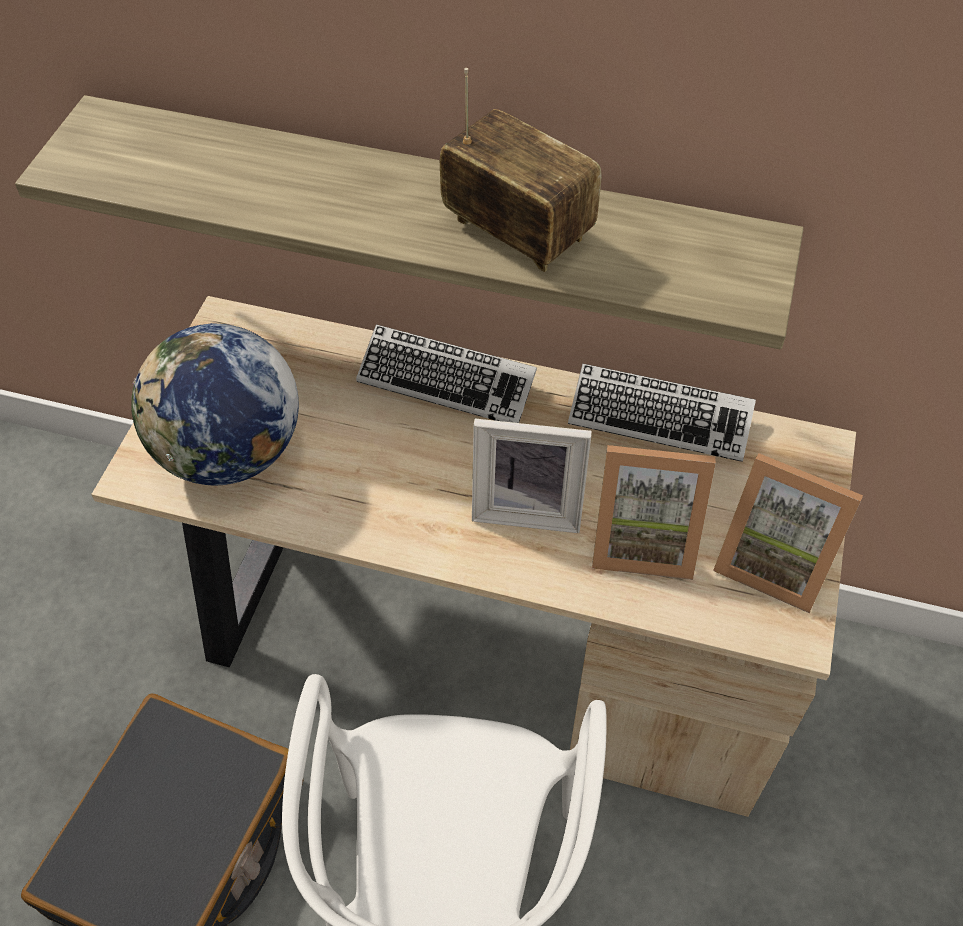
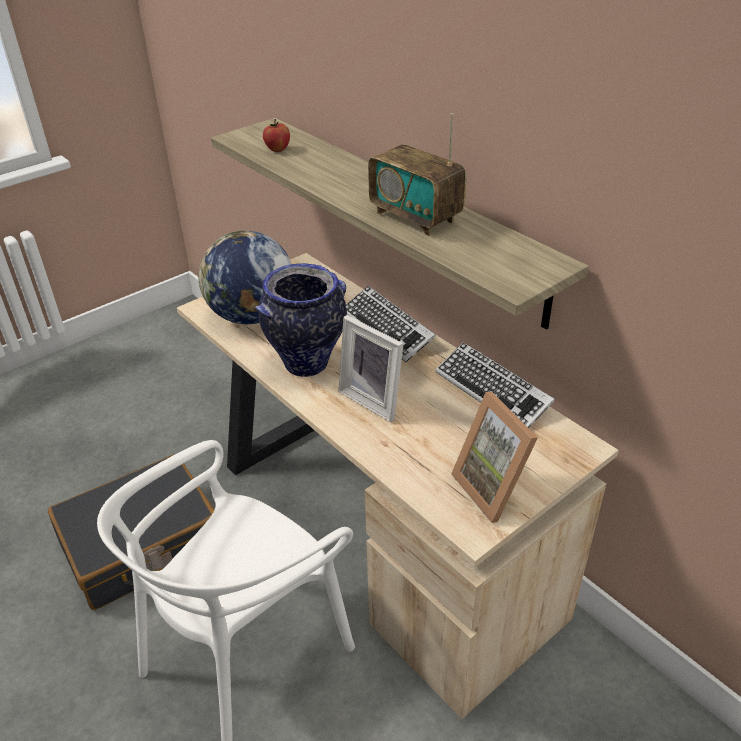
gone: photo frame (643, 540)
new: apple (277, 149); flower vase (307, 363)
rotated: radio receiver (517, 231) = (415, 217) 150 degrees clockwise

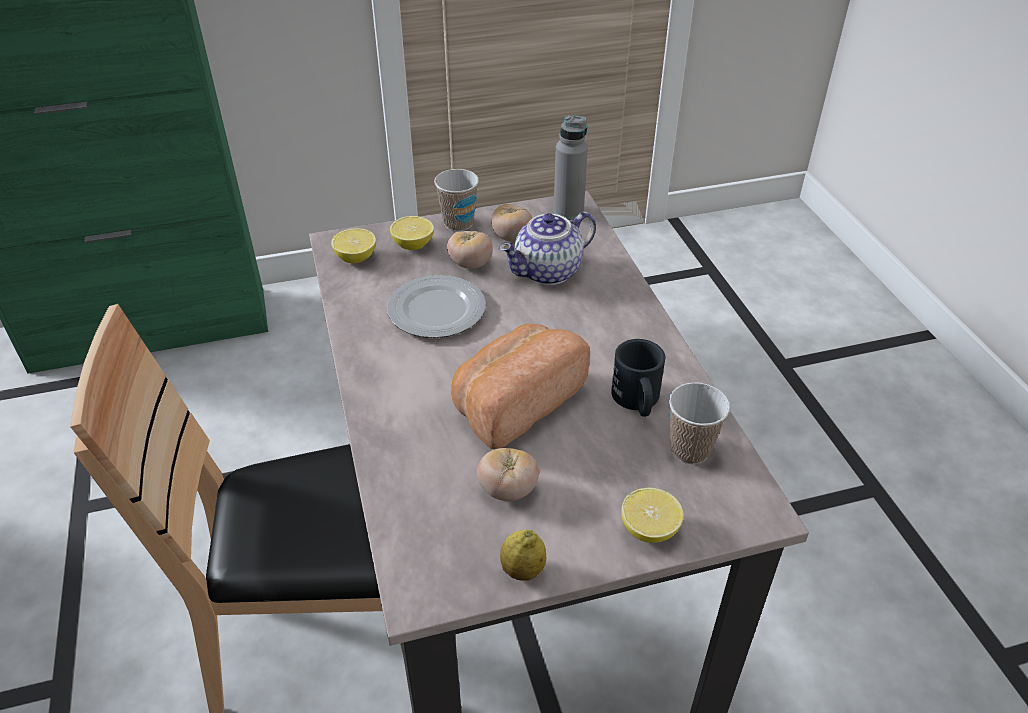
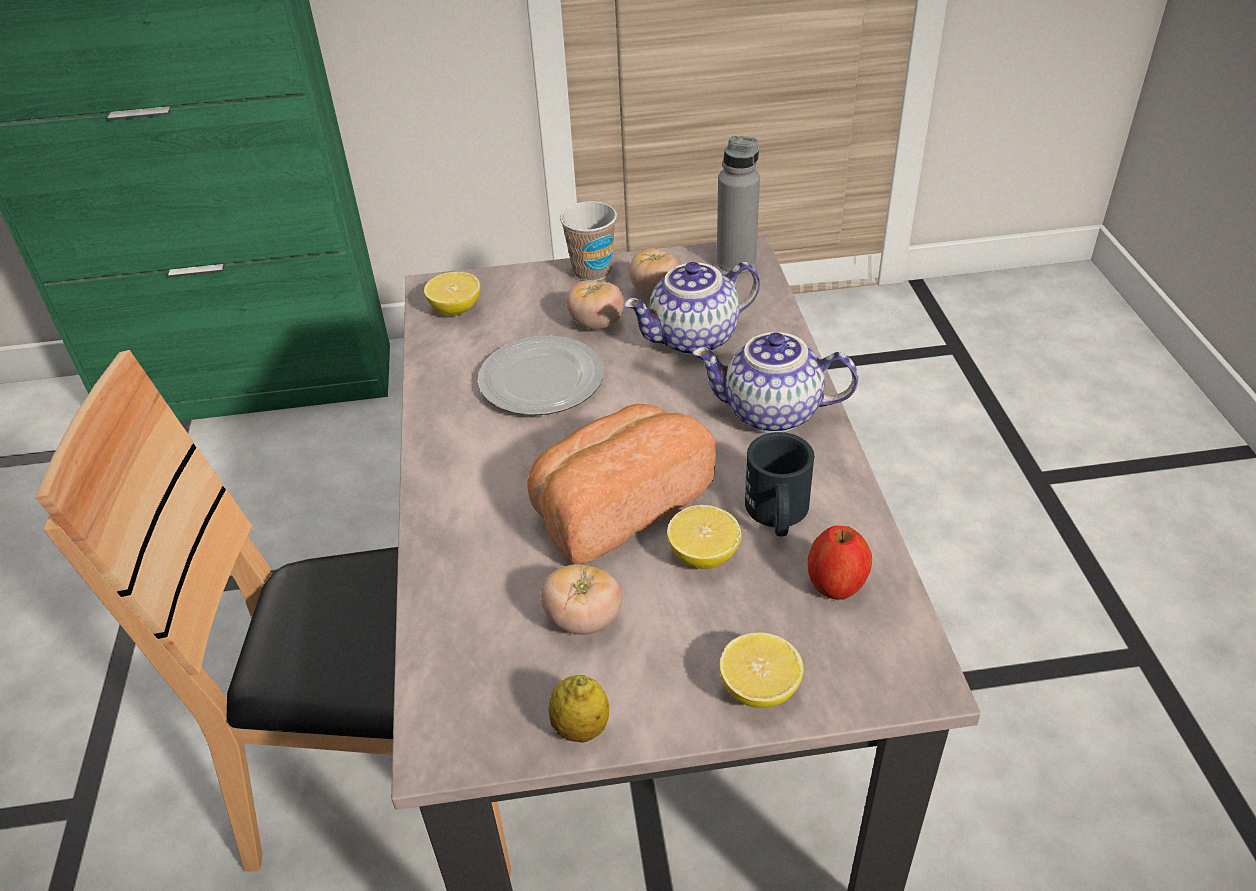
new: pot for tea (771, 414)
shifted: whole lemon (413, 245) to (703, 555)
swapped: small cup (690, 450) to apple (836, 586)

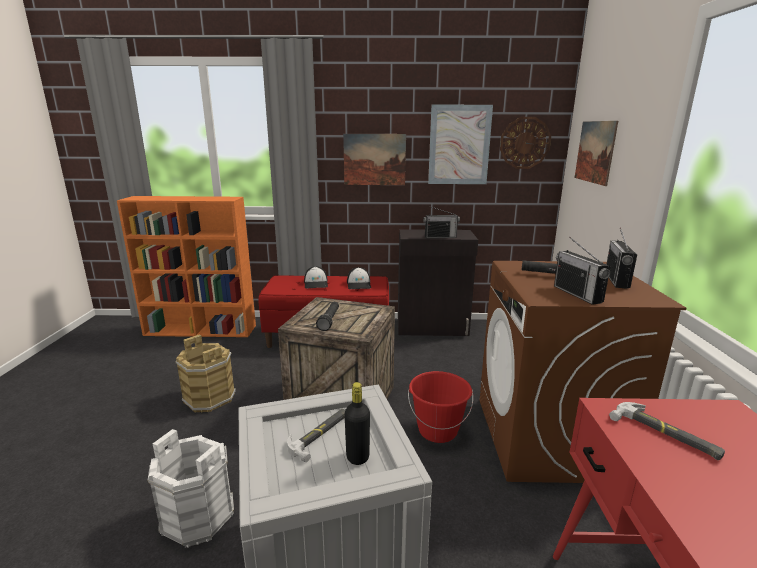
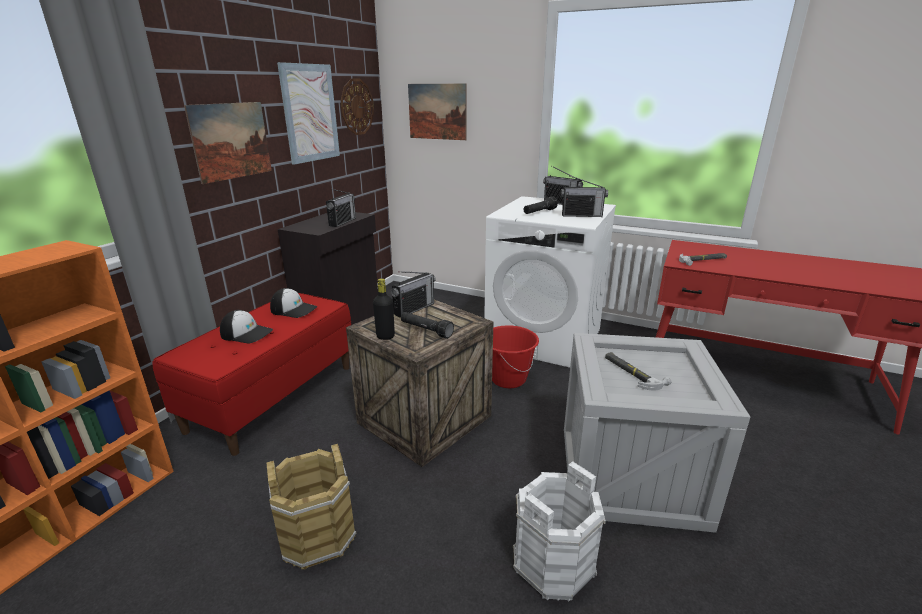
new: radio receiver (414, 309)
shifted: black beverage bottle (357, 457) to (385, 336)
repainted: brown-coloured laundry machine (548, 438) to white laundry machine (544, 338)

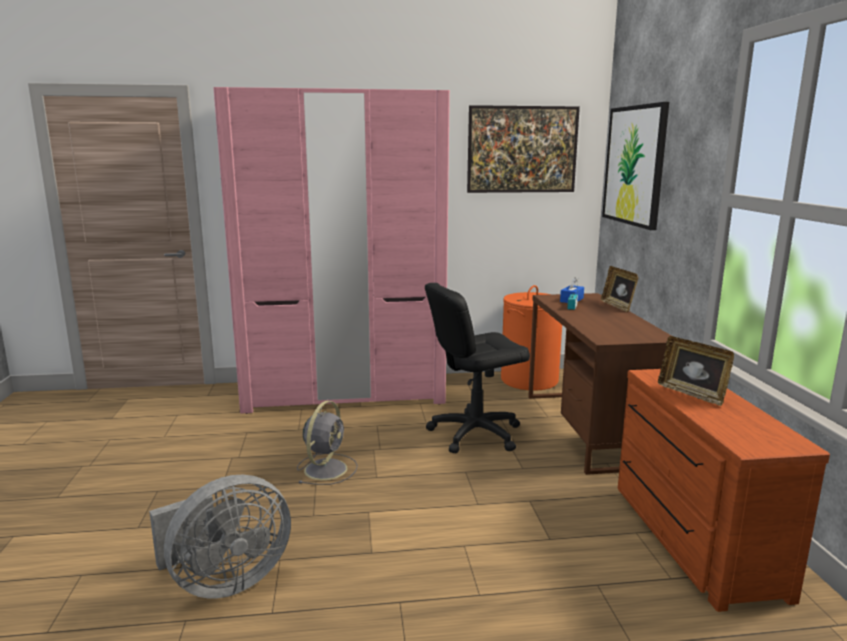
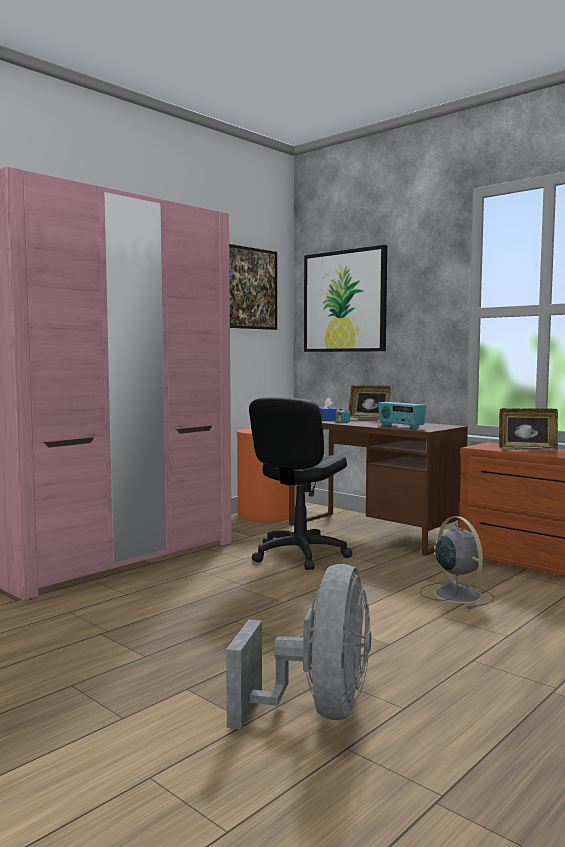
new: radio receiver (400, 427)
shifted: greyish cooling fan (326, 468) to (456, 594)

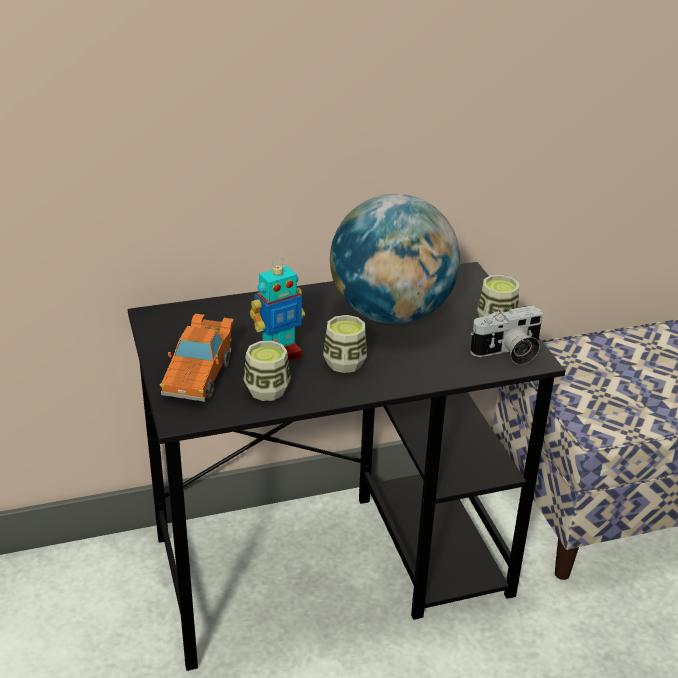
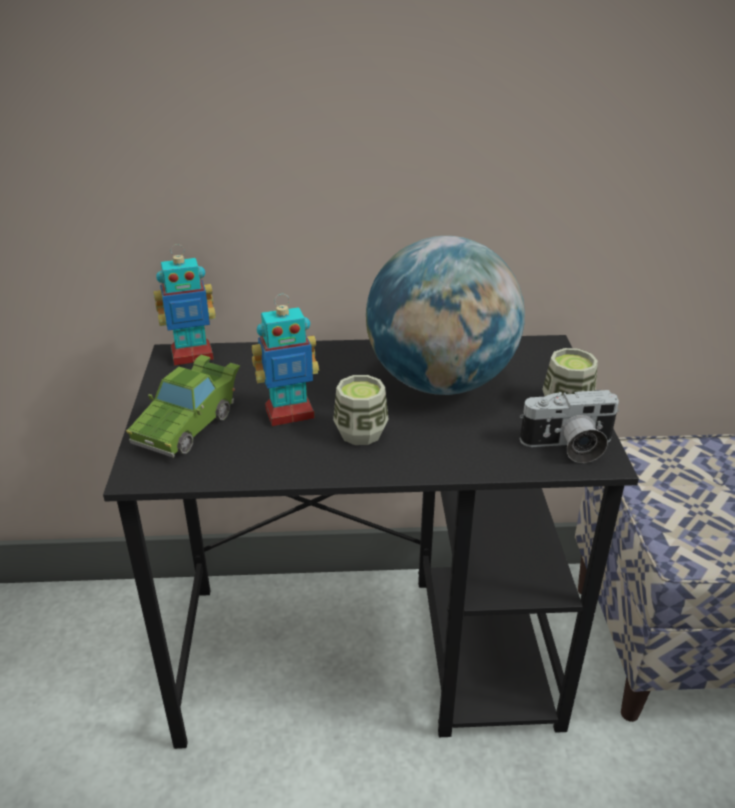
gone: small cup (267, 390)
new: toy robot (192, 355)
repainted: orangey toy car (199, 373) to green-coloured toy car (189, 424)

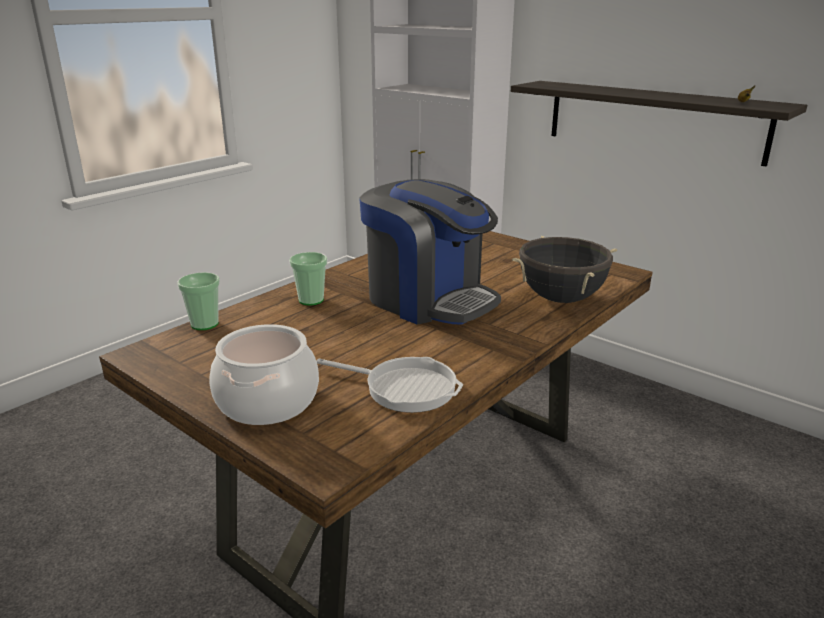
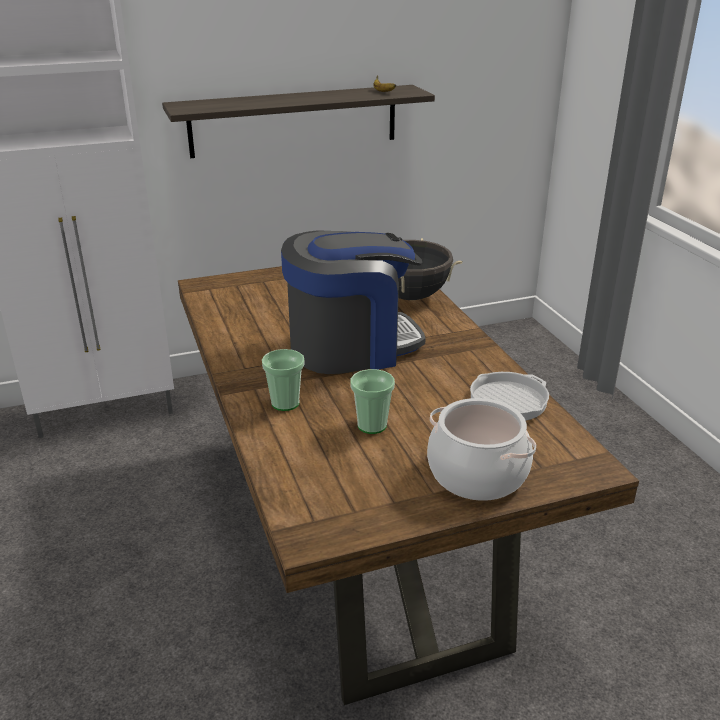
shifted: small cup (204, 324) to (372, 425)

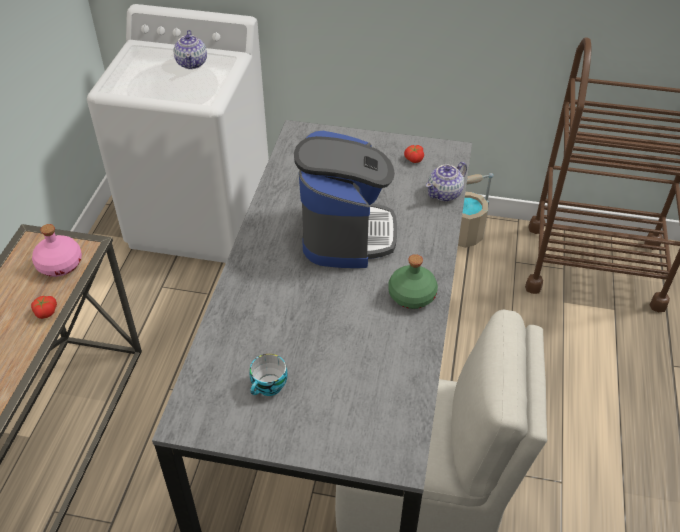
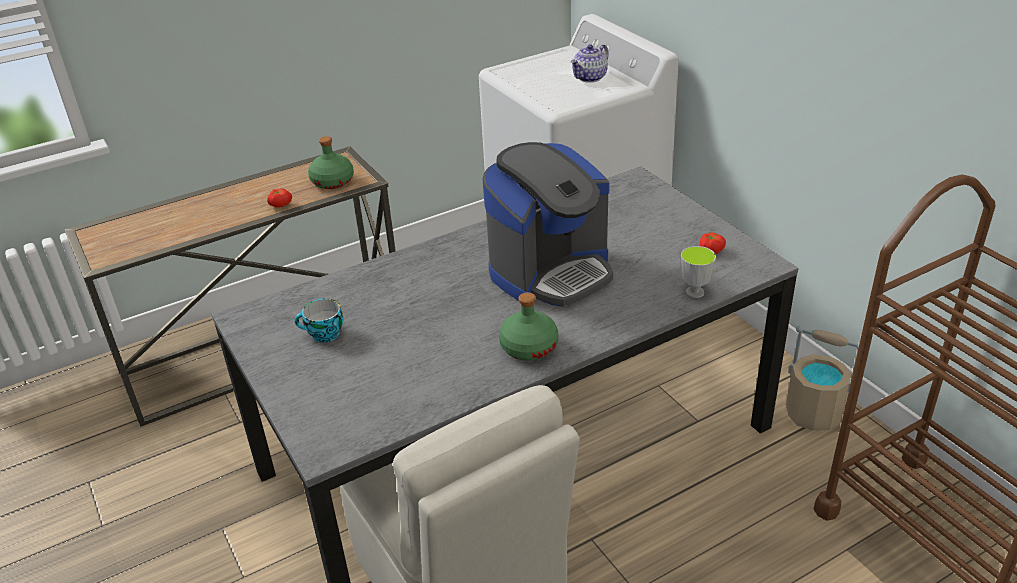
swapped: pot for tea (445, 193) to small cup (695, 292)
repainted: pink-coloured beverage bottle (60, 264) to green-coloured beverage bottle (333, 182)

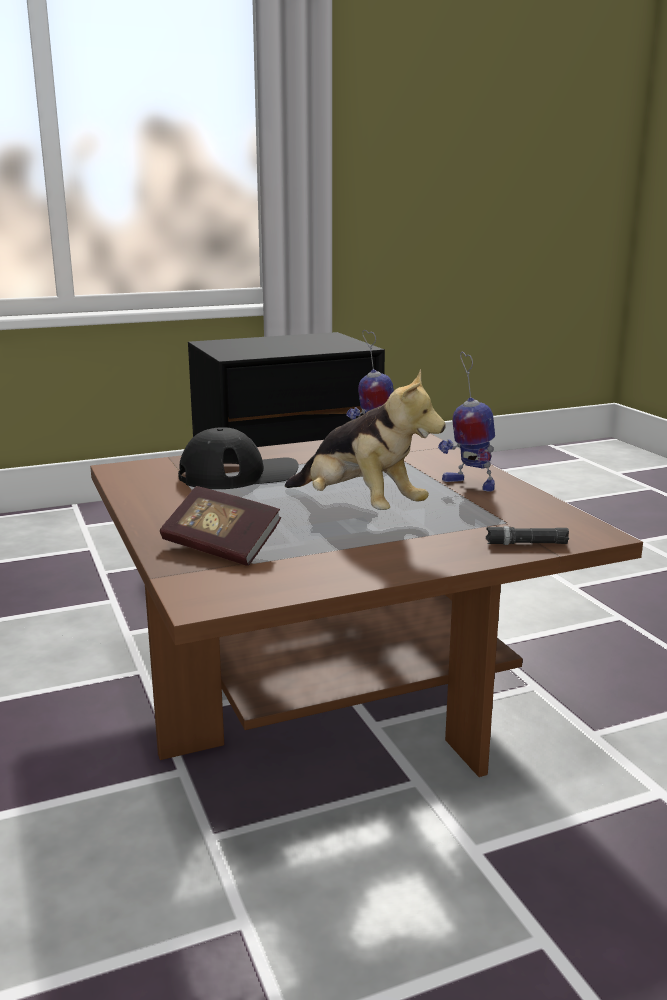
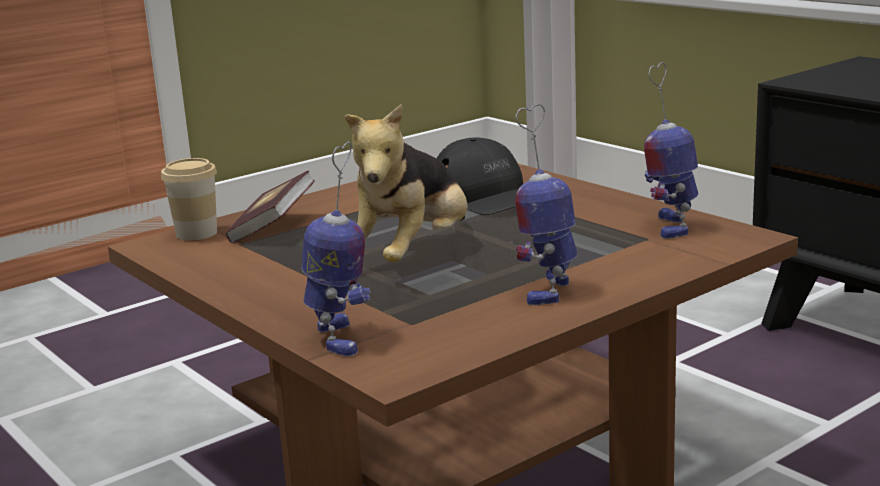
new: small cup (196, 233)
swapped: black flashlight (526, 543) to toy robot (340, 339)

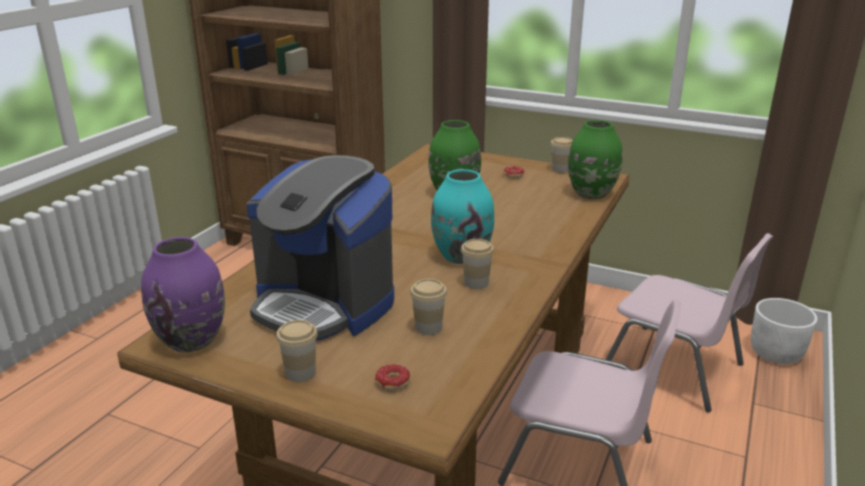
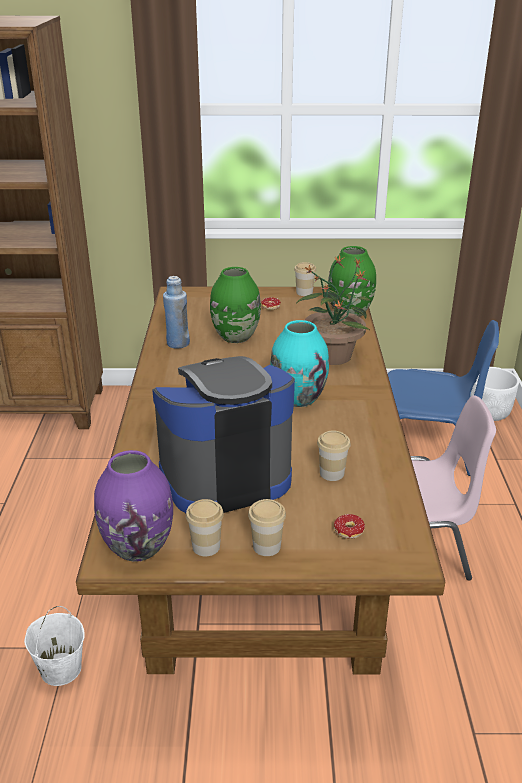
new: potted plant (332, 355); blue beverage bottle (178, 343); white water bucket (60, 669)
shifted: small cup (476, 283) to (206, 546)
repainted: pink-coloured chair (675, 368) to blue chair (426, 446)
rotated: coffee maker (324, 304) = (224, 477) 150 degrees clockwise

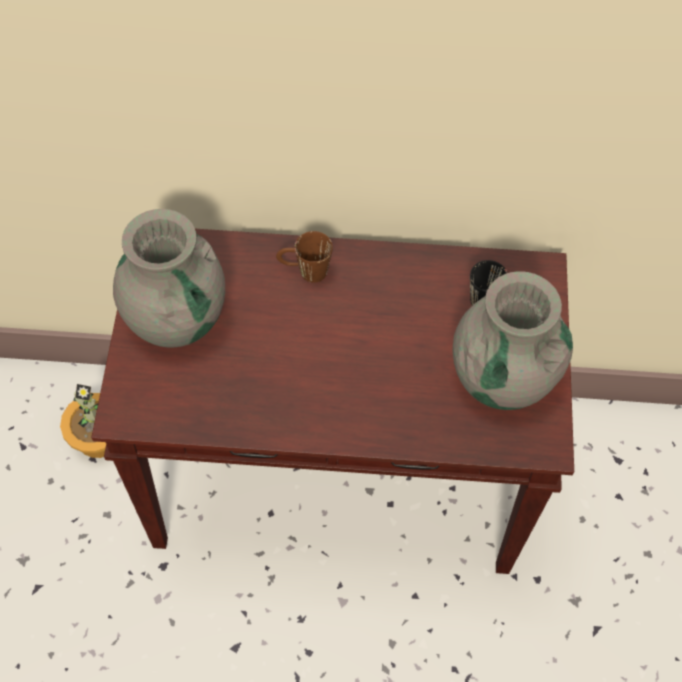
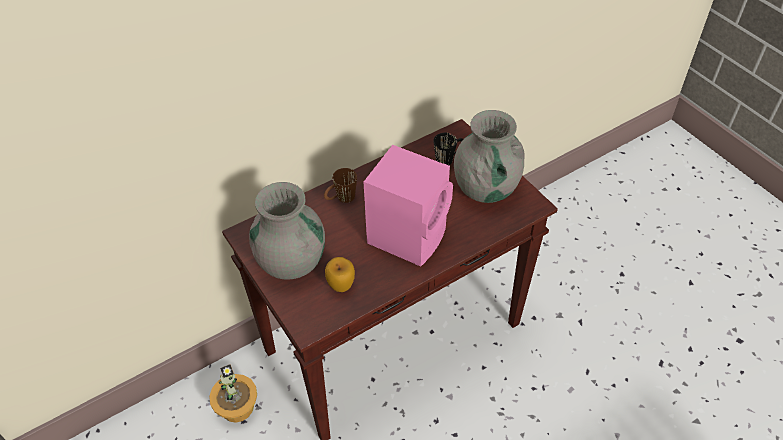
new: pink-coloured audio speaker (409, 235); apple (341, 285)

